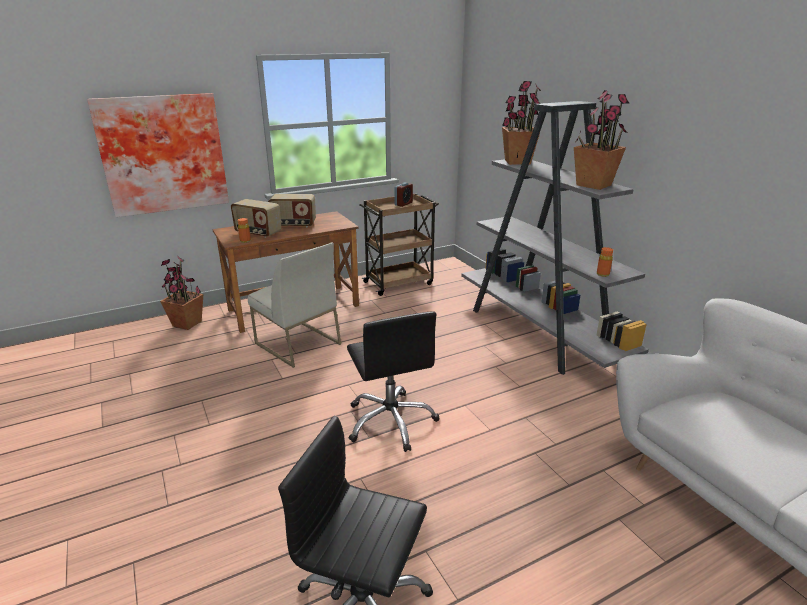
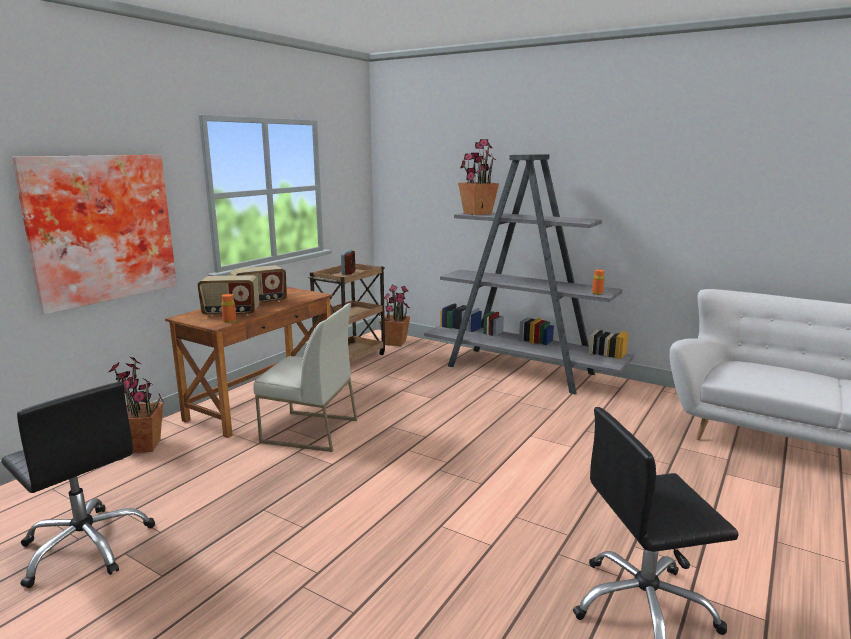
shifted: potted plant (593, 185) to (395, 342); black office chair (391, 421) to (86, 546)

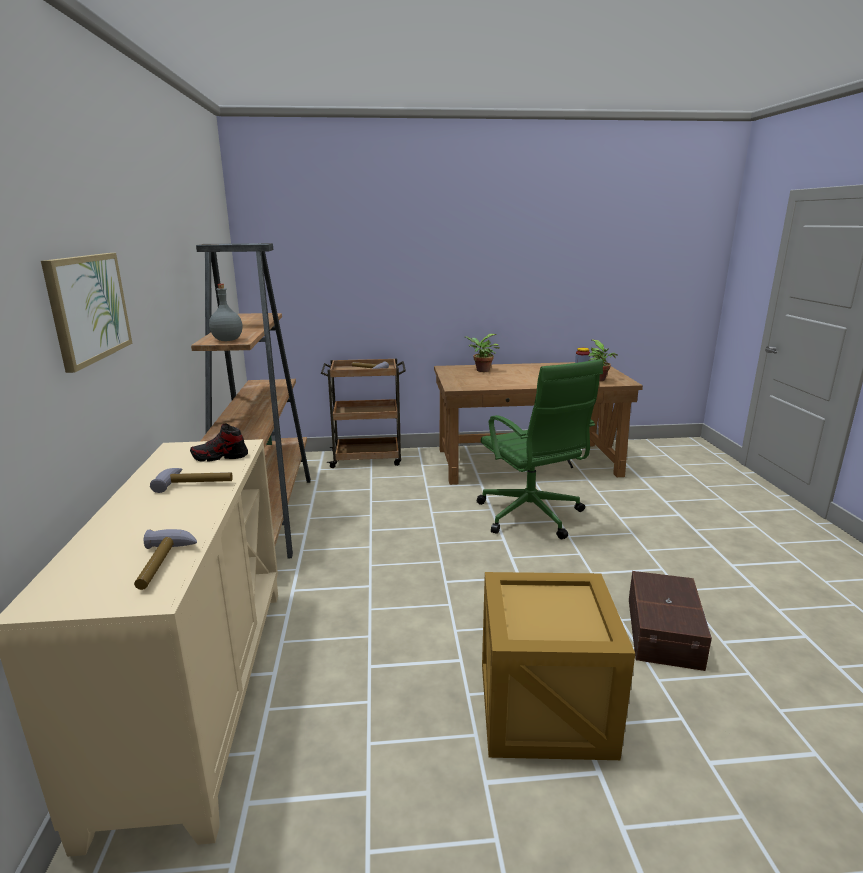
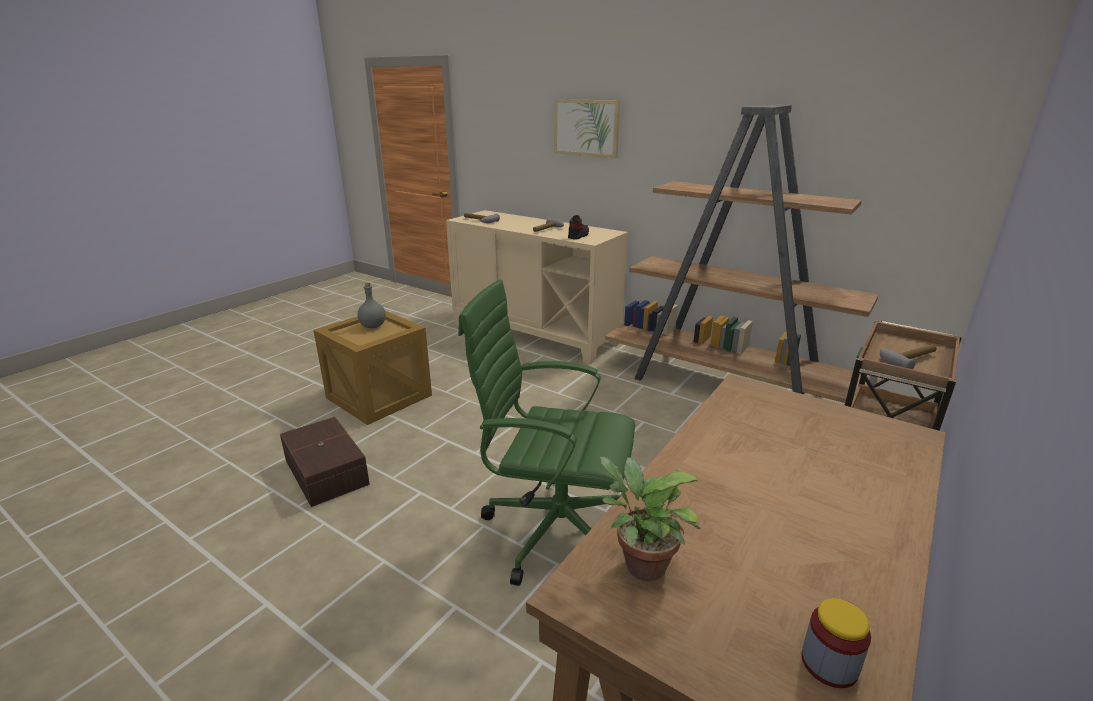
gone: potted plant (481, 370)
shifted: greyish beverage bottle (228, 340) to (373, 326)

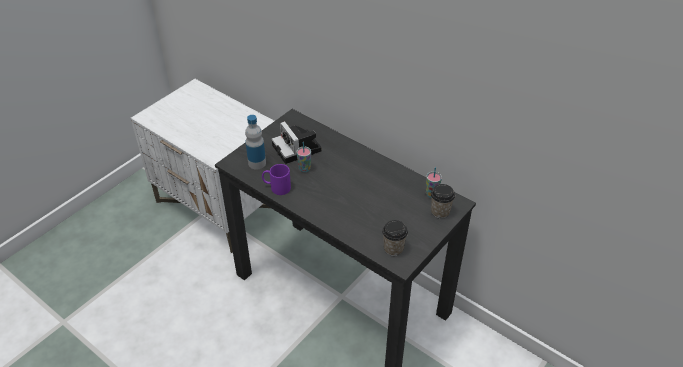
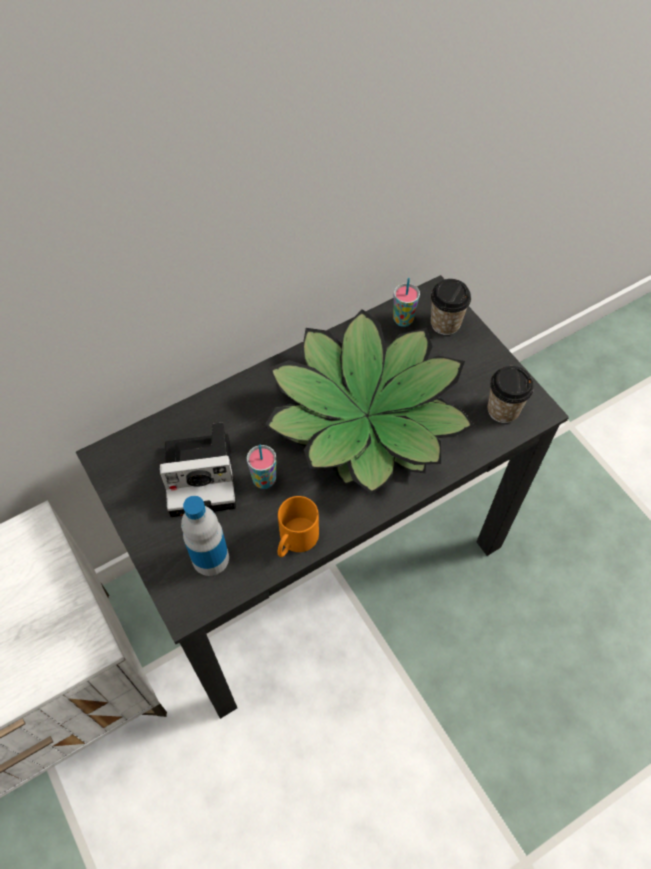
new: potted plant (366, 416)
repainted: purple-coloured mug (276, 188) to orangey mug (295, 541)

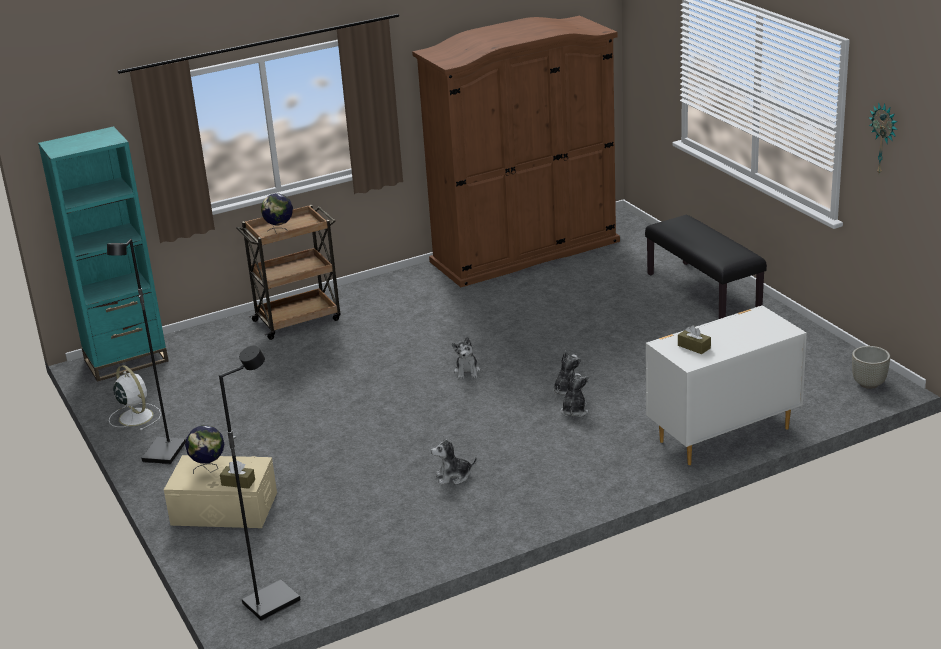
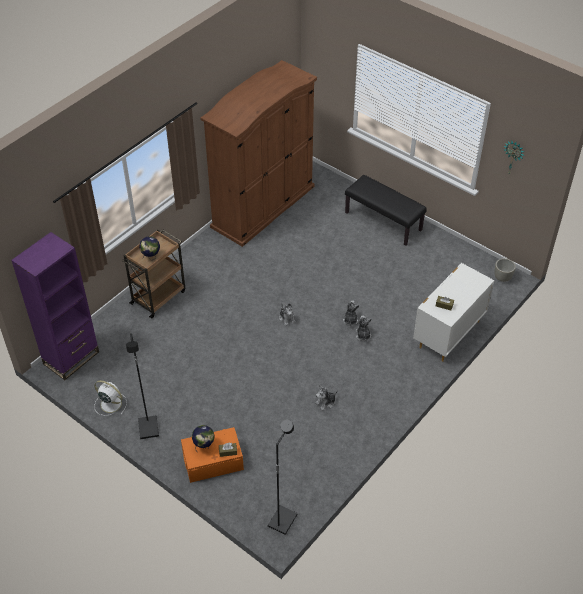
repainted: turquoise bookcase (126, 361) to purple-coloured bookcase (71, 358); beige-coloured storage bin (224, 508) to orangey storage bin (213, 461)

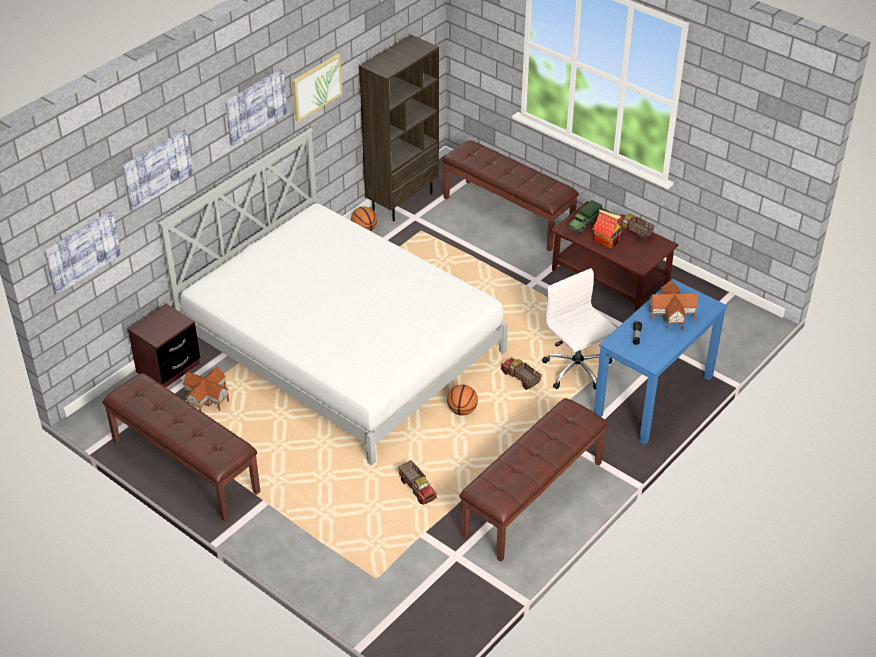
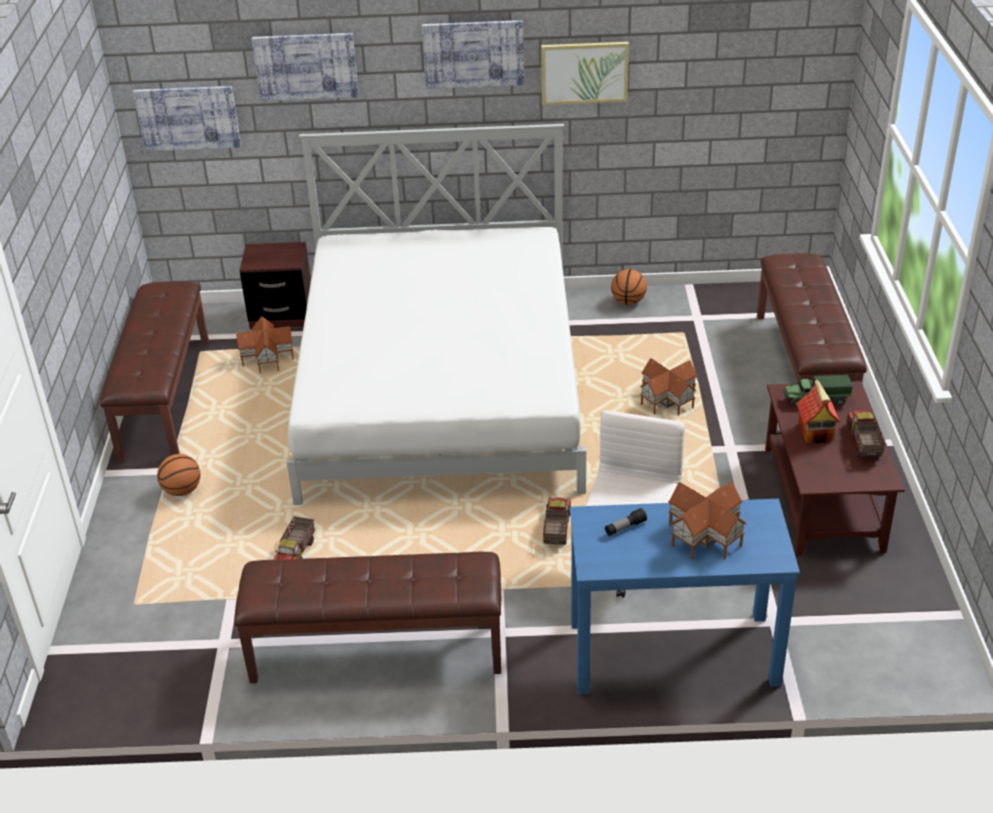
gone: brown-coloured bookcase (402, 201)
new: toy house (667, 400)
shifted: basketball ball (462, 410) to (182, 490)

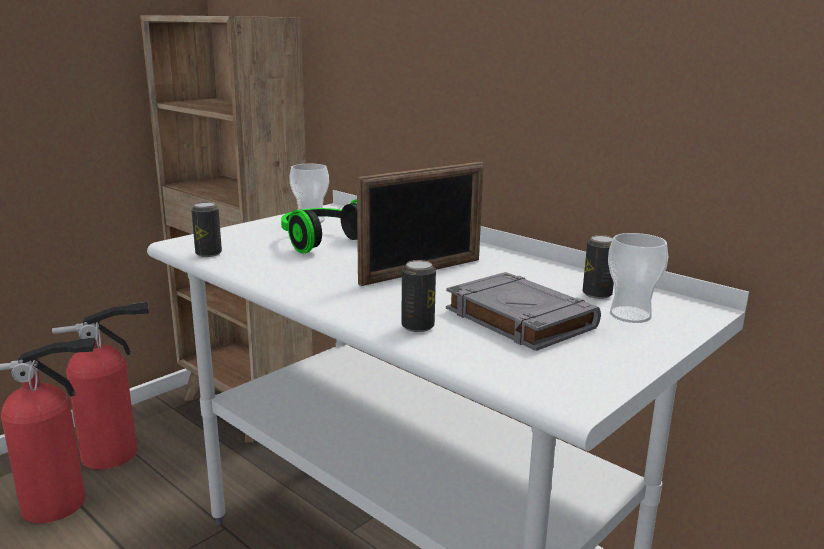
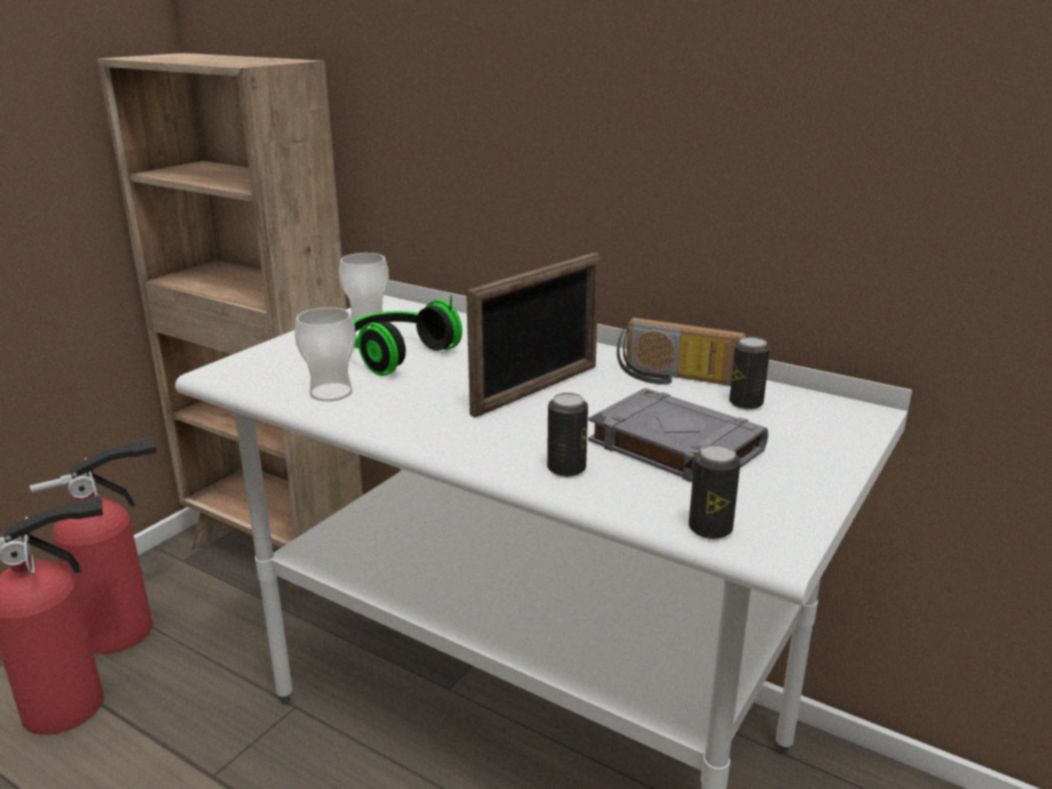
new: radio receiver (675, 379)
shifted: sealed can (208, 254) to (710, 529); small cup (630, 315) to (331, 393)

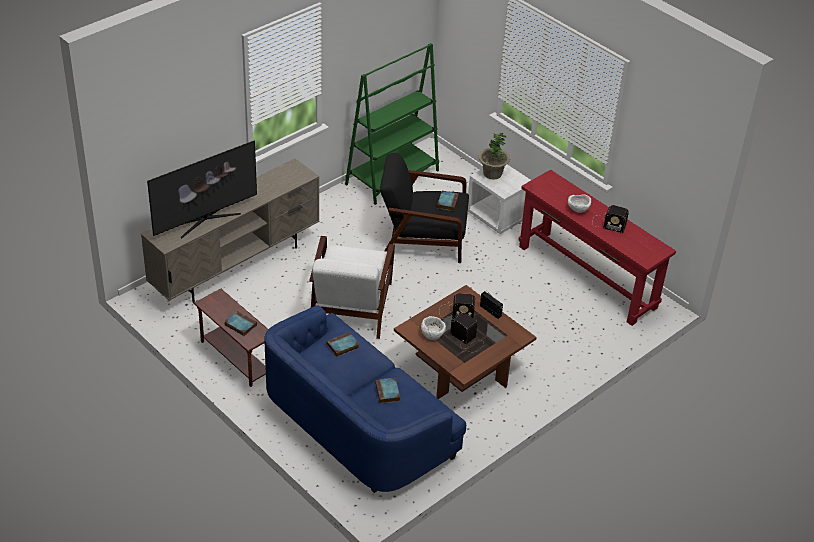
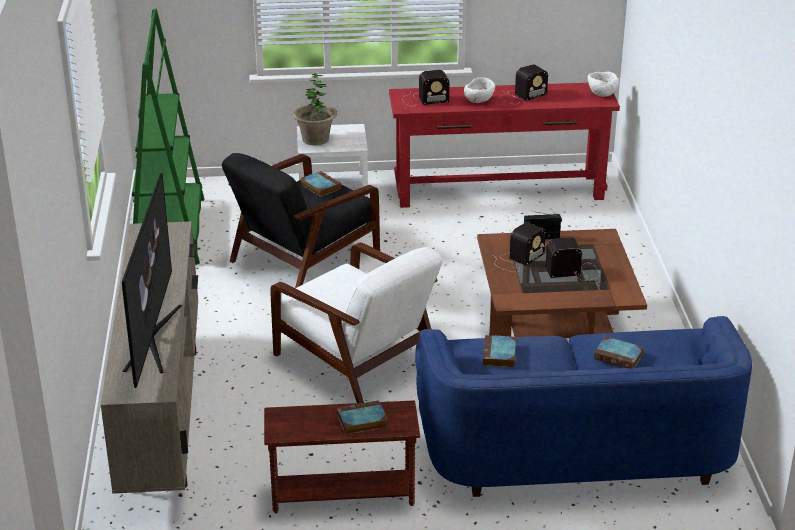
new: radio receiver (423, 99)
shifted: white serving bowl (433, 335) to (601, 94)

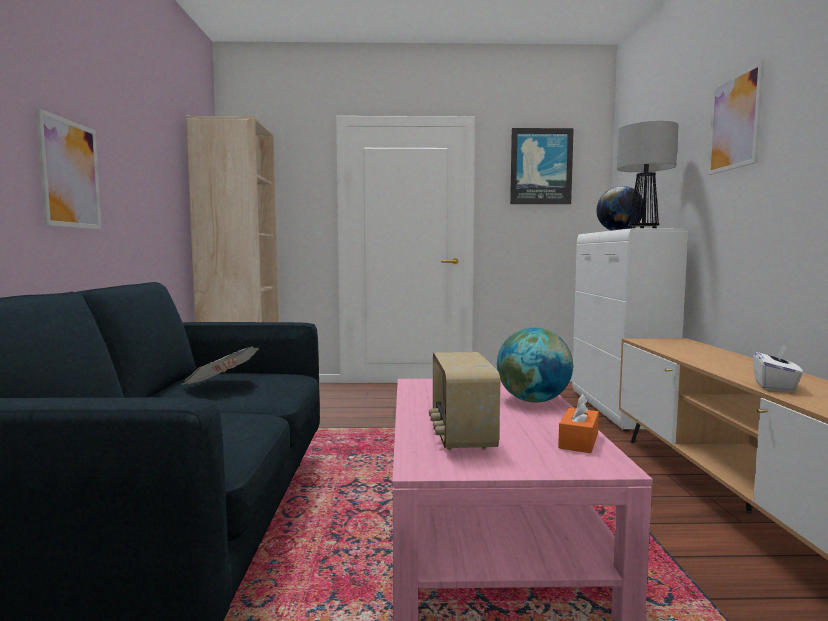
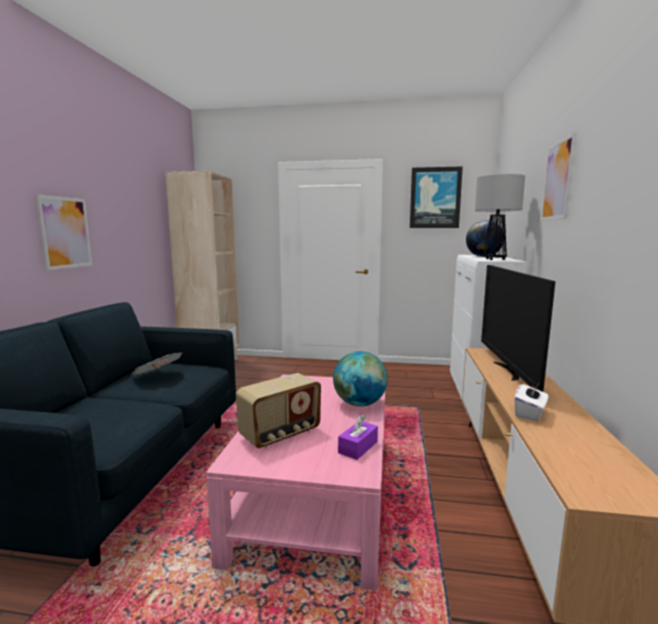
new: television (508, 371)
repainted: orangey tissue box (578, 441) to purple-coloured tissue box (358, 447)
rotated: radio receiver (460, 435) = (281, 434) 135 degrees counterclockwise

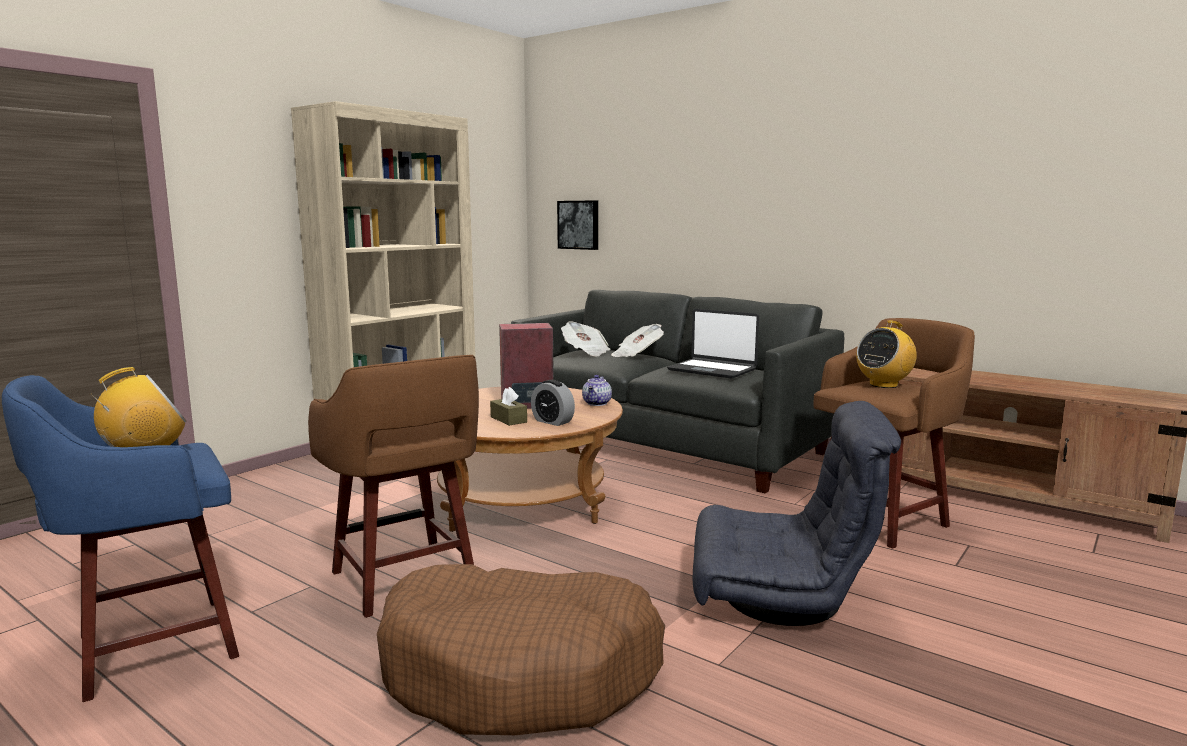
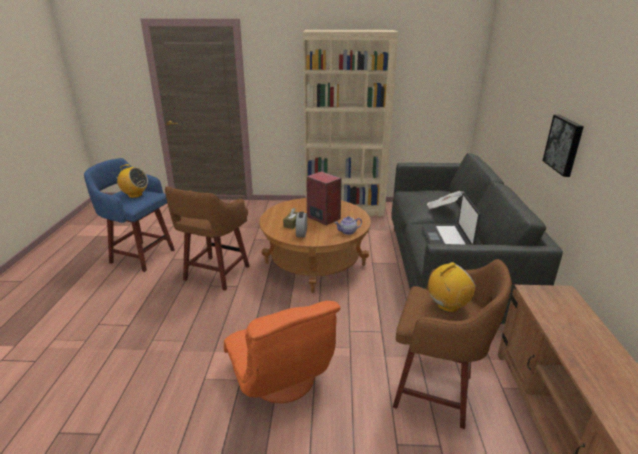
gone: daily paper (585, 352); brown-coloured dog cushion (520, 672)
shifted: wall picture (579, 225) to (564, 144)
repainted: greyish lounge chair (780, 600) to orangey lounge chair (280, 379)
rotated: radio receiver (883, 385) = (447, 306) 135 degrees clockwise

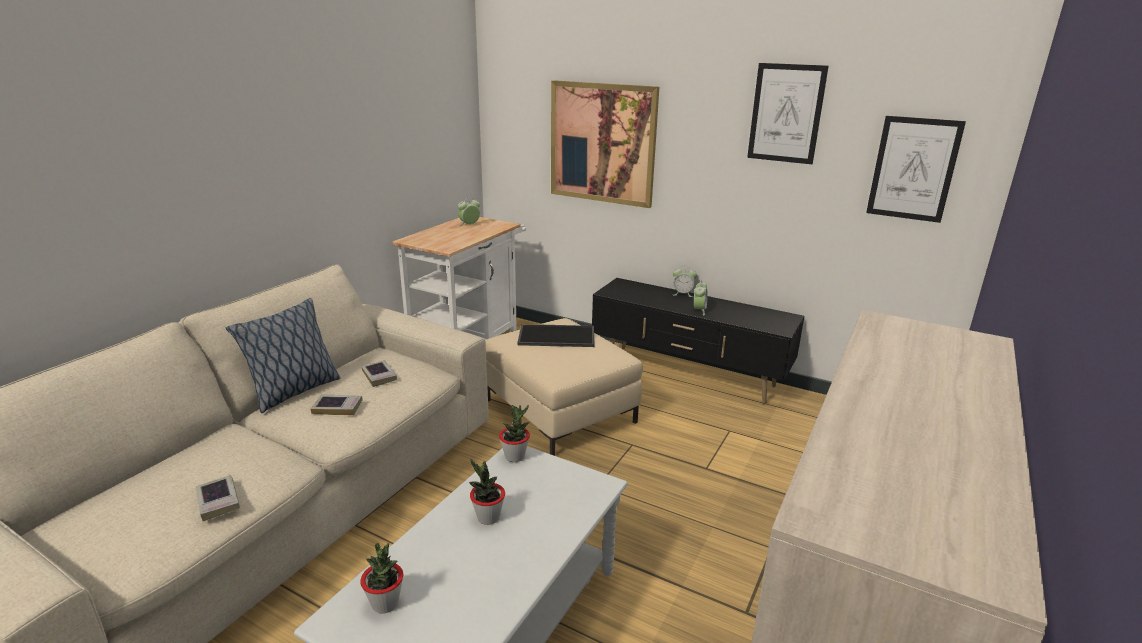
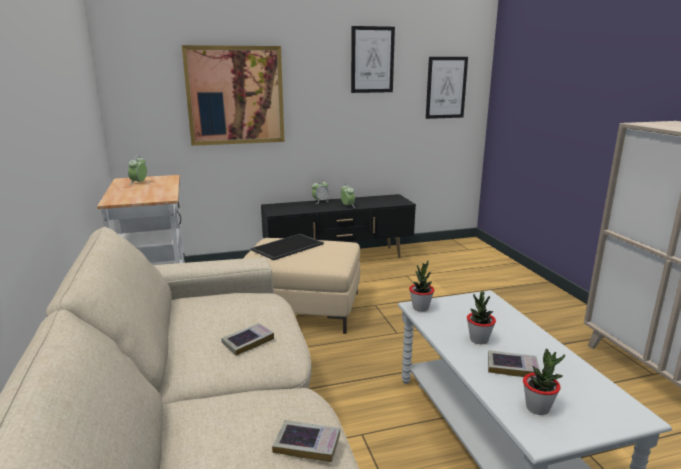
gone: cushion (294, 392)
shifted: book (379, 376) to (512, 367)

